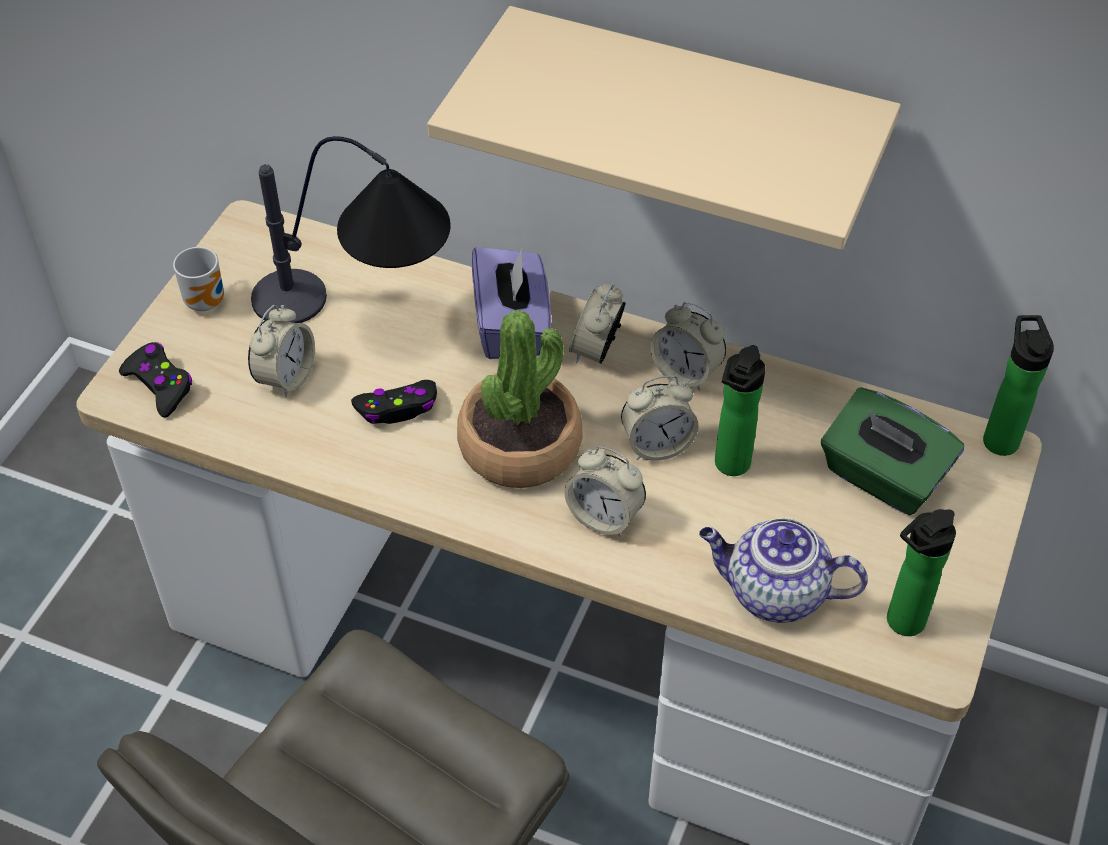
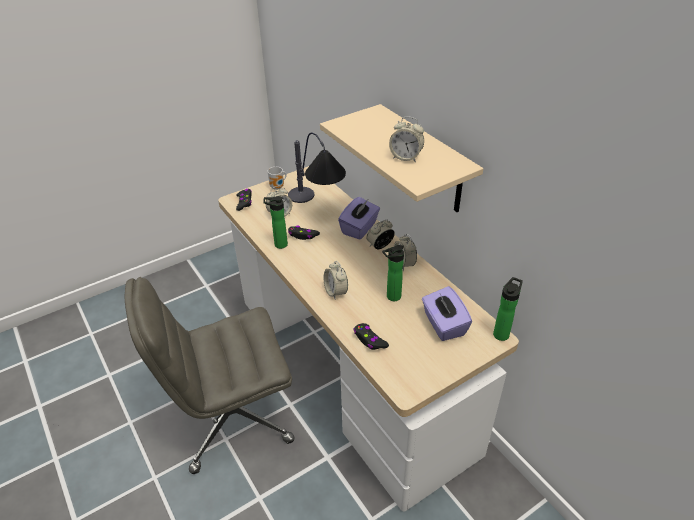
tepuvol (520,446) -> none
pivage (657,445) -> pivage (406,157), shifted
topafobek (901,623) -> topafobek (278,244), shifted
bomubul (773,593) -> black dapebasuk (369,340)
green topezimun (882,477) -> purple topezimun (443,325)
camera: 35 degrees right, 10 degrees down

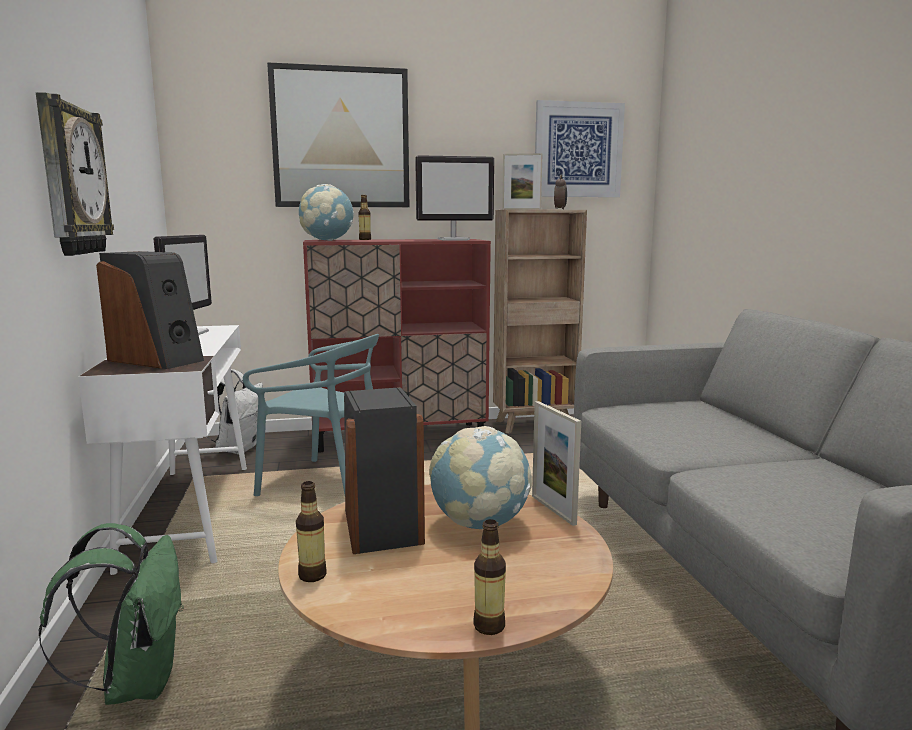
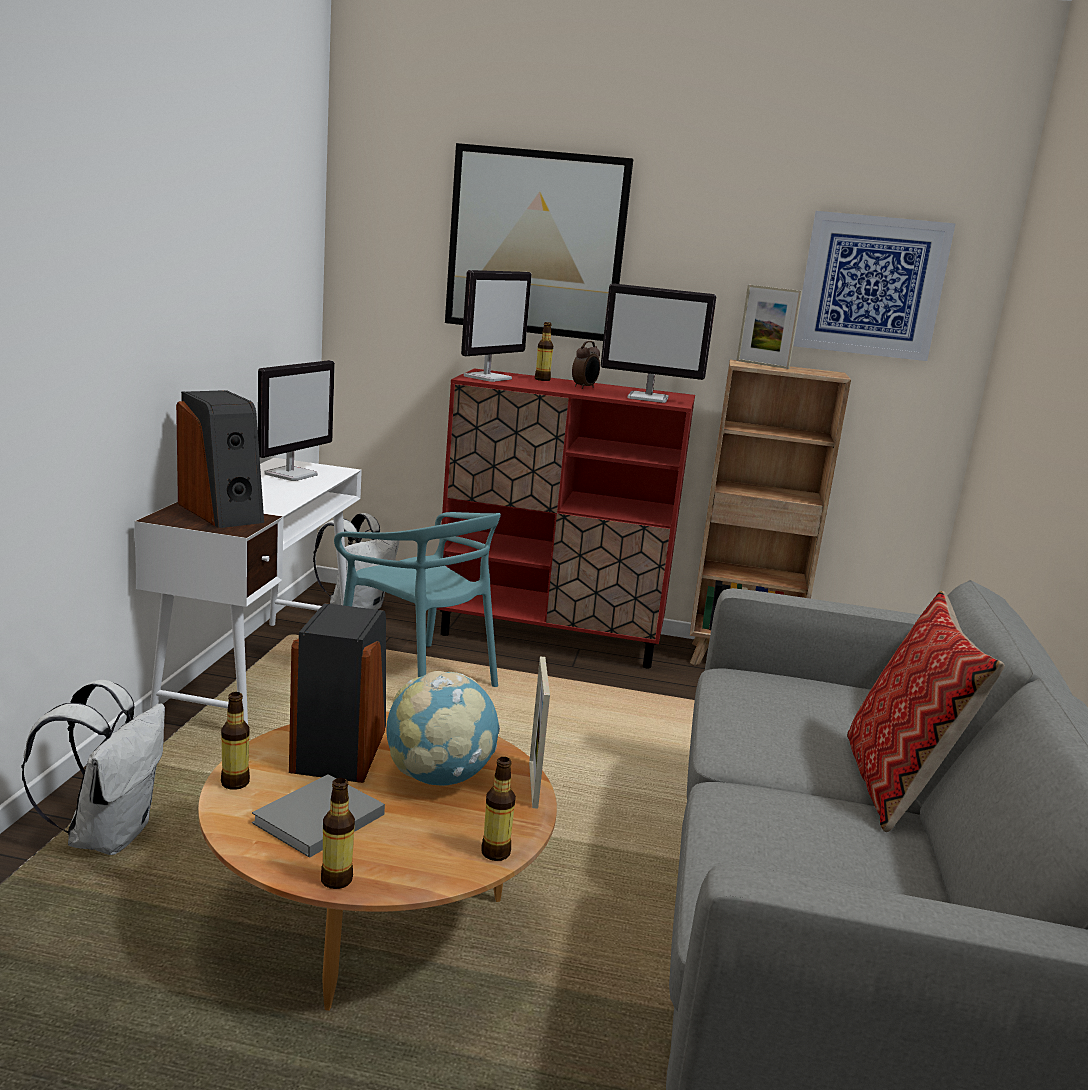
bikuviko (71,180) -> none
none -> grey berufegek (316,820)
none -> topafobek (495,853)
none -> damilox (896,785)
pivage (560,209) -> pivage (585,387), shifted
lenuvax (327,240) -> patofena (488,378)
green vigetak (136,682) -> white vigetak (108,834)
camera: 20 degrees right, 5 degrees up

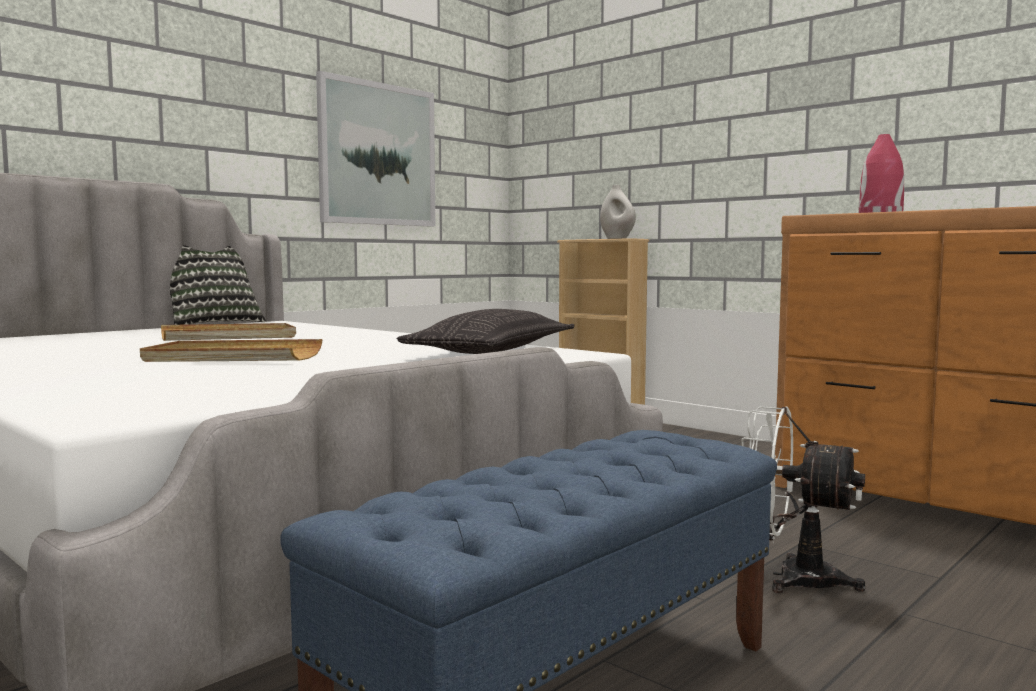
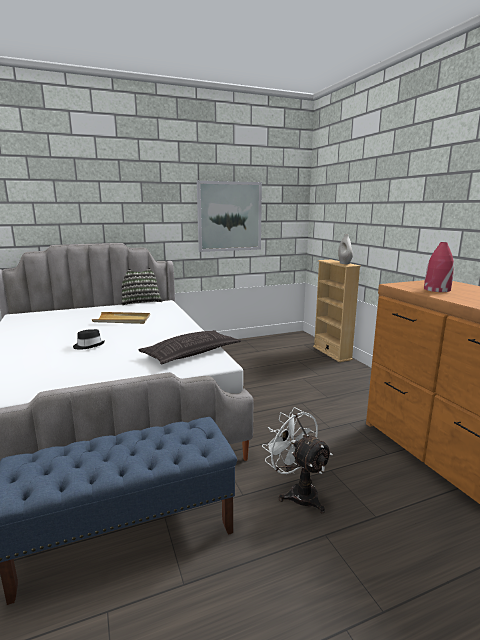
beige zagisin (233,357) -> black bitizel (89,345)
camera: 25 degrees right, 10 degrees up

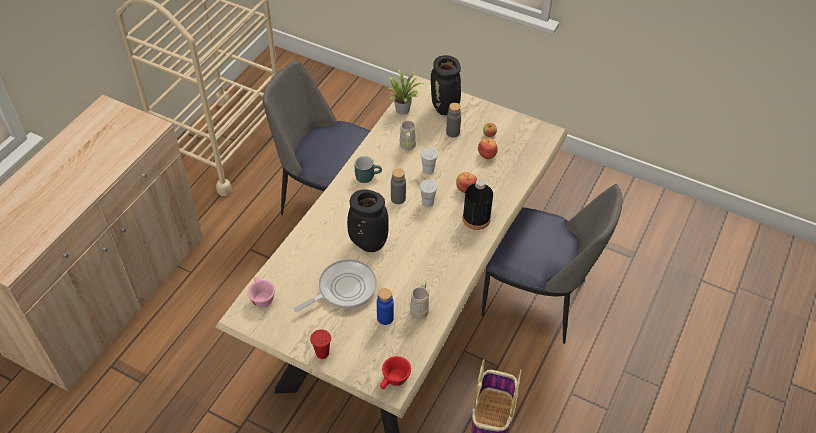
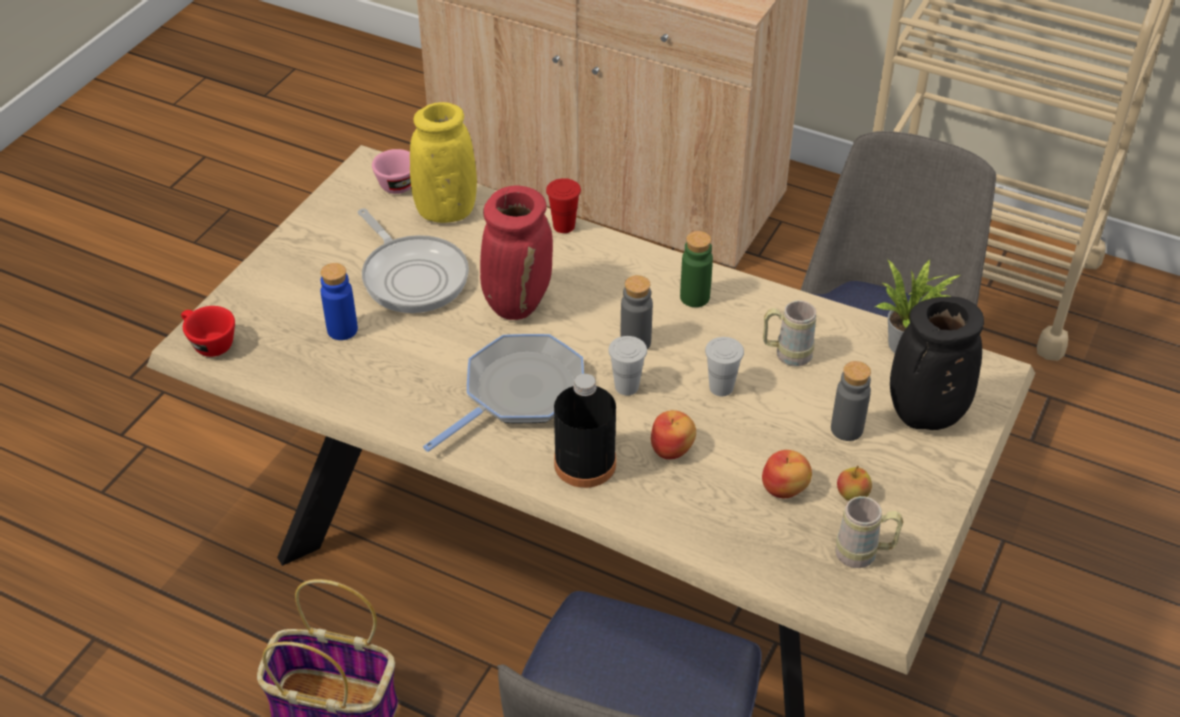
none -> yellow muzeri (446,211)
none -> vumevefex (519,393)
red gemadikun (322,353) -> red gemadikun (564,226), shifted
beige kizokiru (420,308) -> beige kizokiru (864,555), shifted
turquoise kizokiru (367,176) -> green topafobek (694,297)
black muzeri (367,243) -> red muzeri (517,302)
camera: 90 degrees right, 5 degrees down

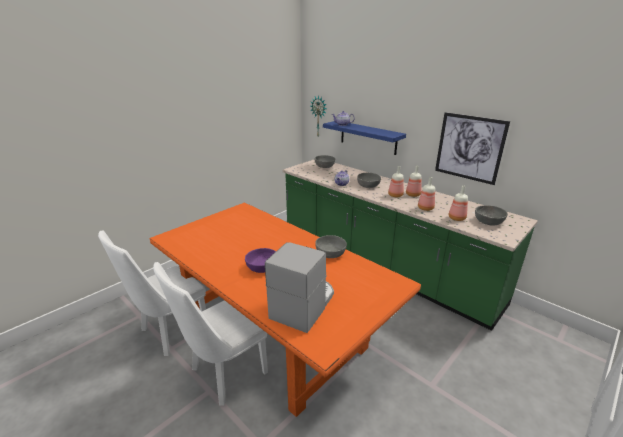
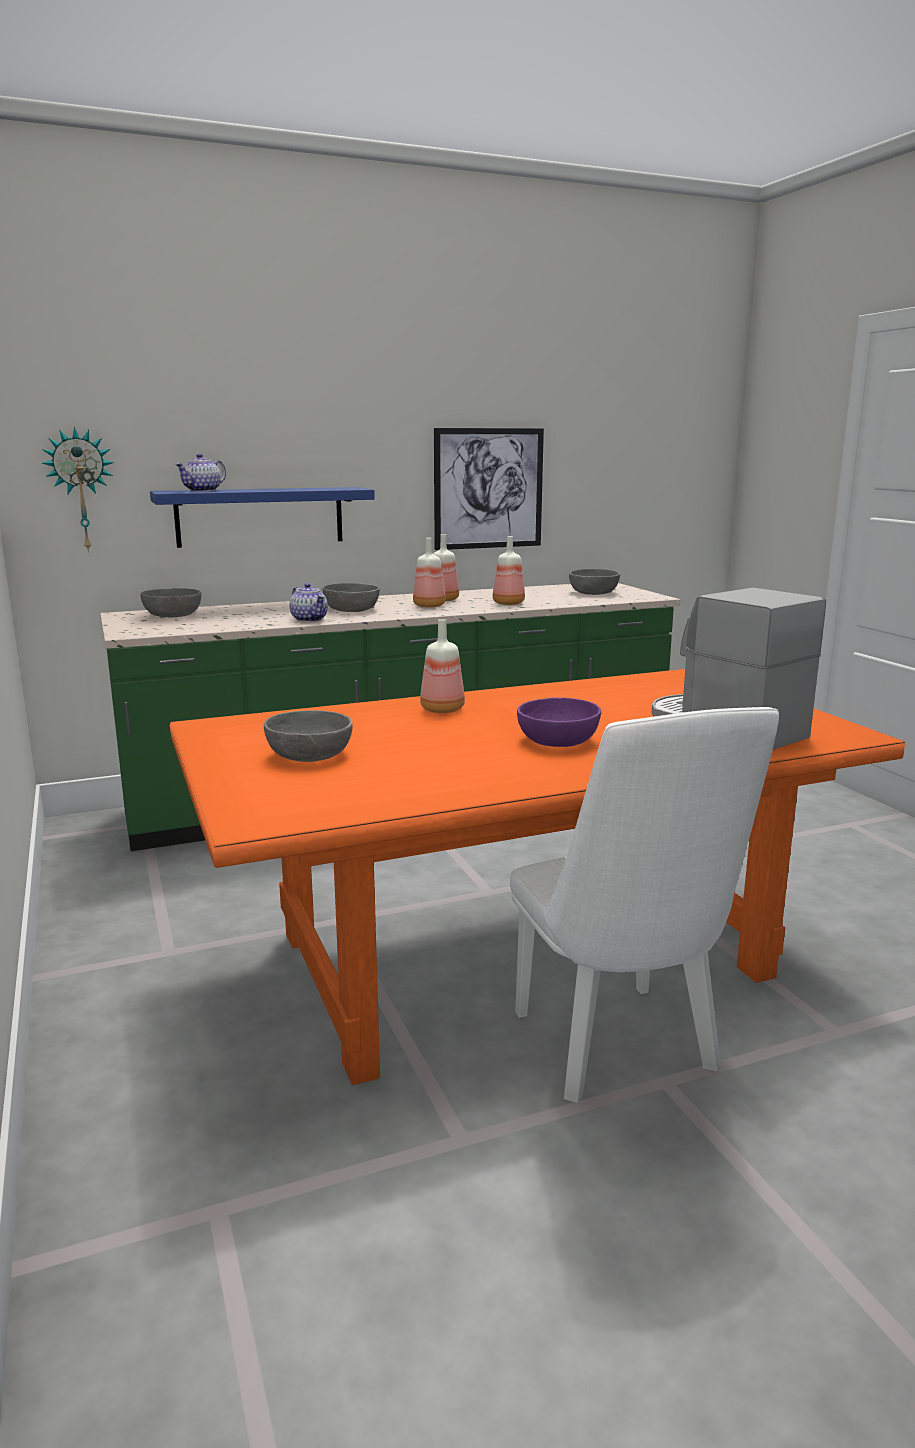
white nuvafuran (170,333) -> none
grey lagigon (330,253) -> grey lagigon (310,754), shifted
topafobek (456,218) -> topafobek (443,710), shifted
camera: 65 degrees left, 10 degrees down

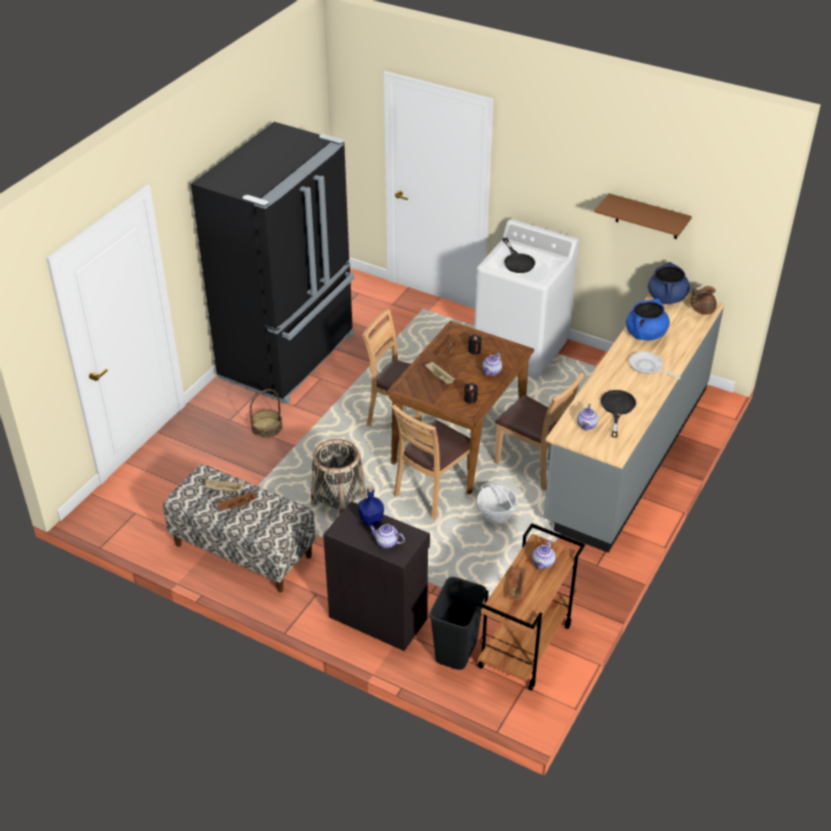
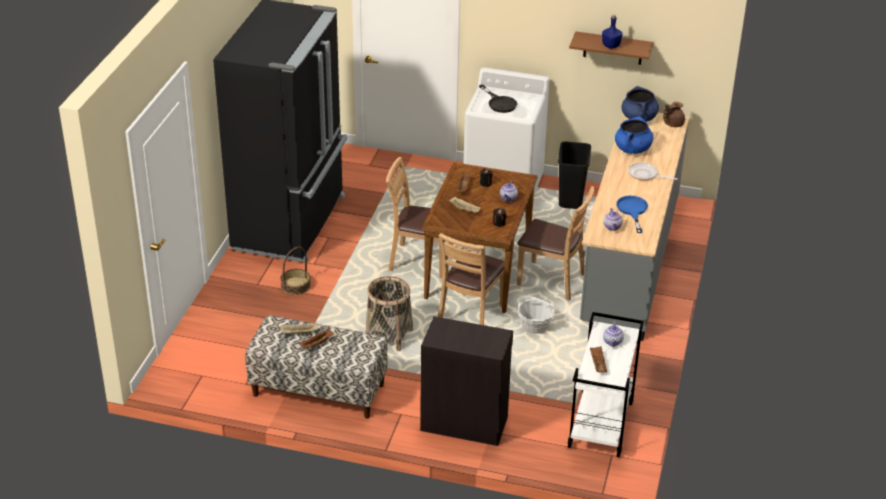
bomubul (386,542) -> none
blue topafobek (371,519) -> blue topafobek (611,45), shifted
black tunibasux (455,650) -> black tunibasux (570,200), shifted
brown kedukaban (525,648) -> white kedukaban (601,425)
black vumevefex (617,408) -> blue vumevefex (632,211)
camera: 15 degrees left, 5 degrees down

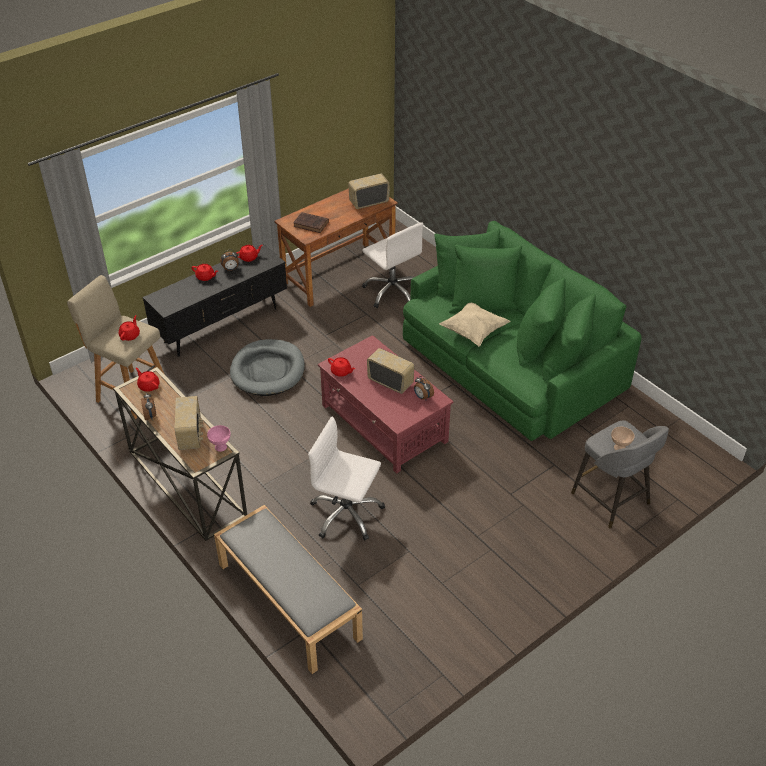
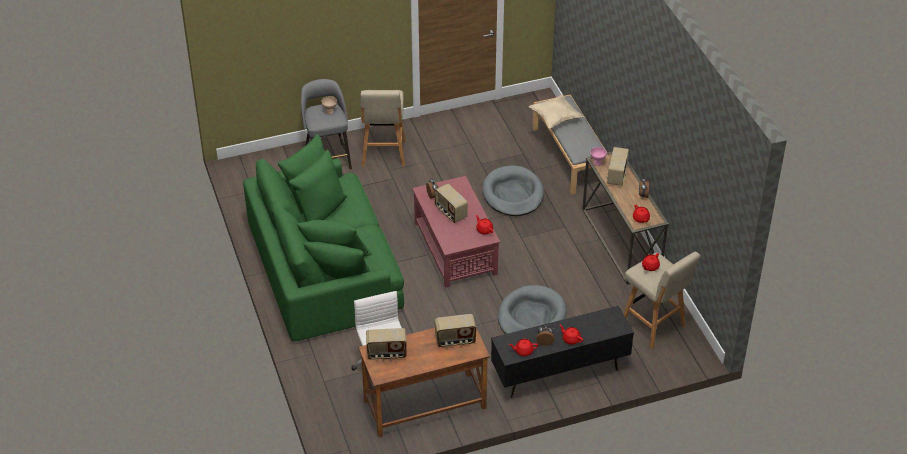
none -> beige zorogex (383,155)
beige damilox (473,332) -> beige damilox (555,118), shifted
brown berufegek (312,224) -> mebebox (455,340)
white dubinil (346,514) -> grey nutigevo (513,194)
camera: 160 degrees left, 0 degrees up

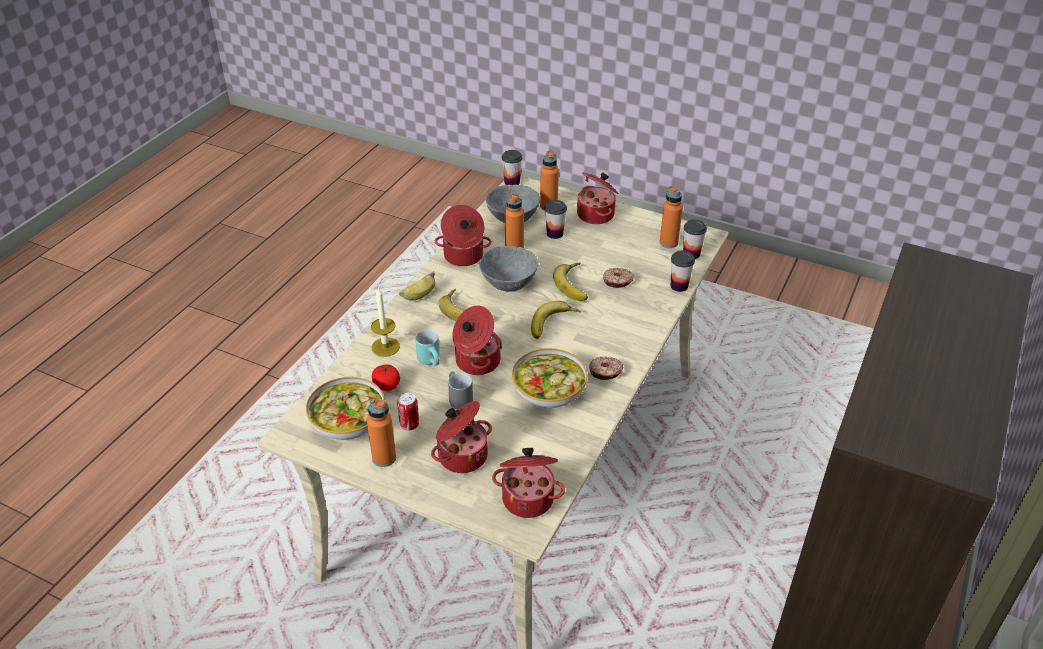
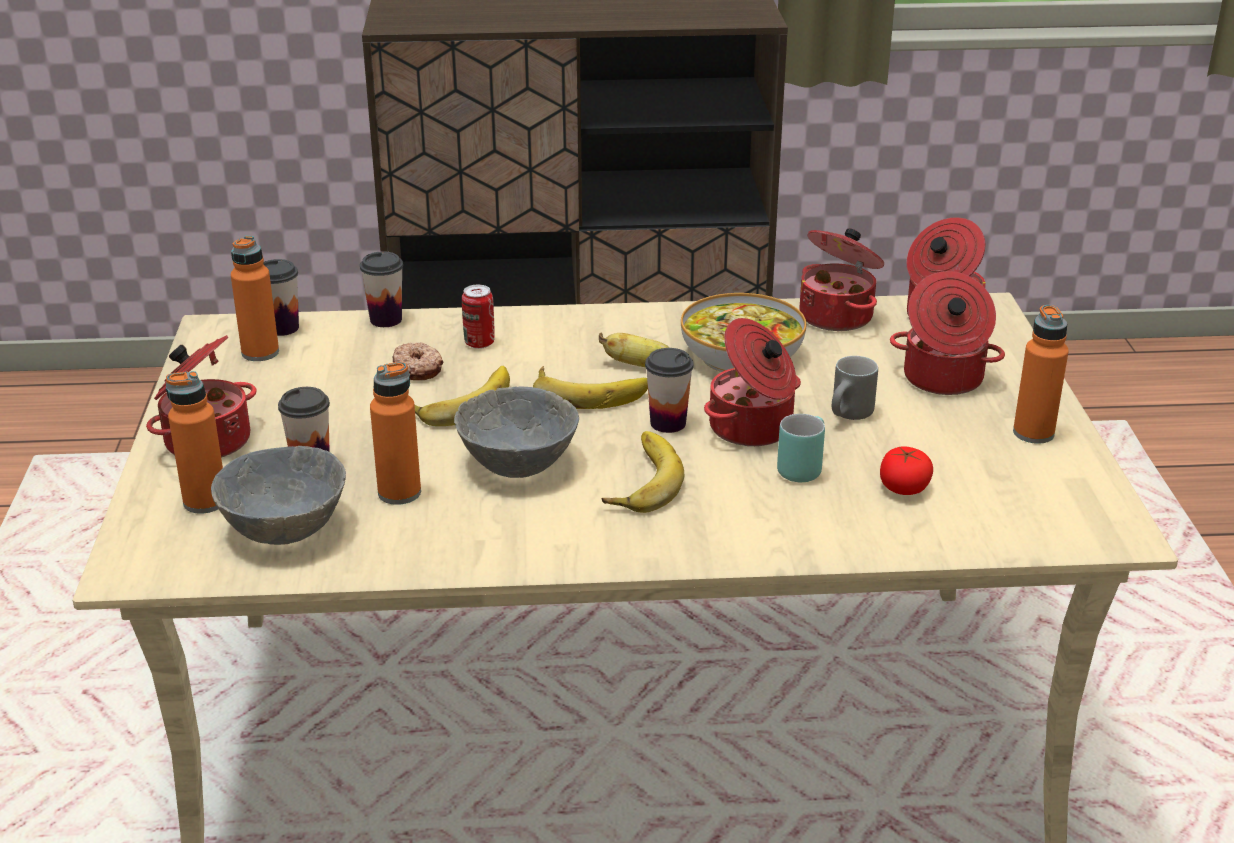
lagigon (347,421) -> none
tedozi (385,347) -> none
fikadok (605,372) -> none
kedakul (409,424) -> kedakul (479,343), shifted
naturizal (419,296) -> naturizal (639,366), shifted
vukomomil (463,256) -> vukomomil (837,316), shifted
gemadikun (512,182) -> gemadikun (668,423), shifted
camera: 120 degrees left, 10 degrees down

